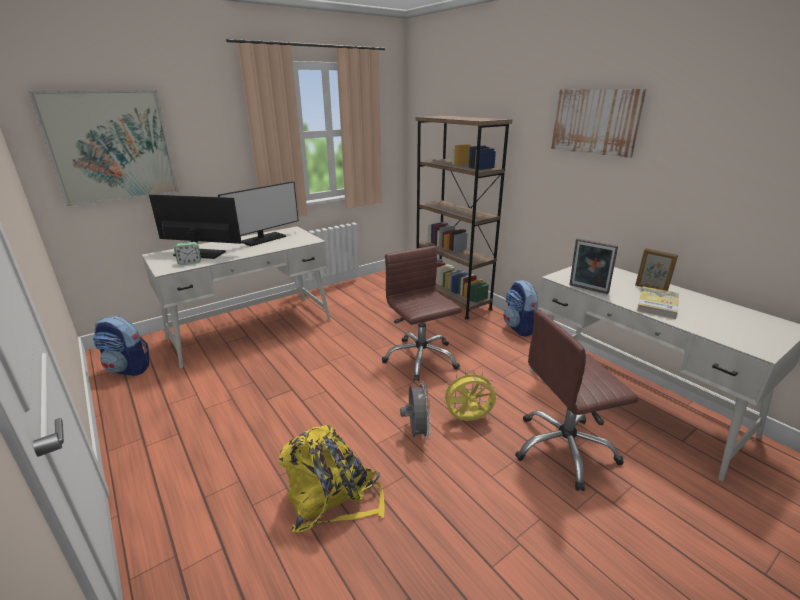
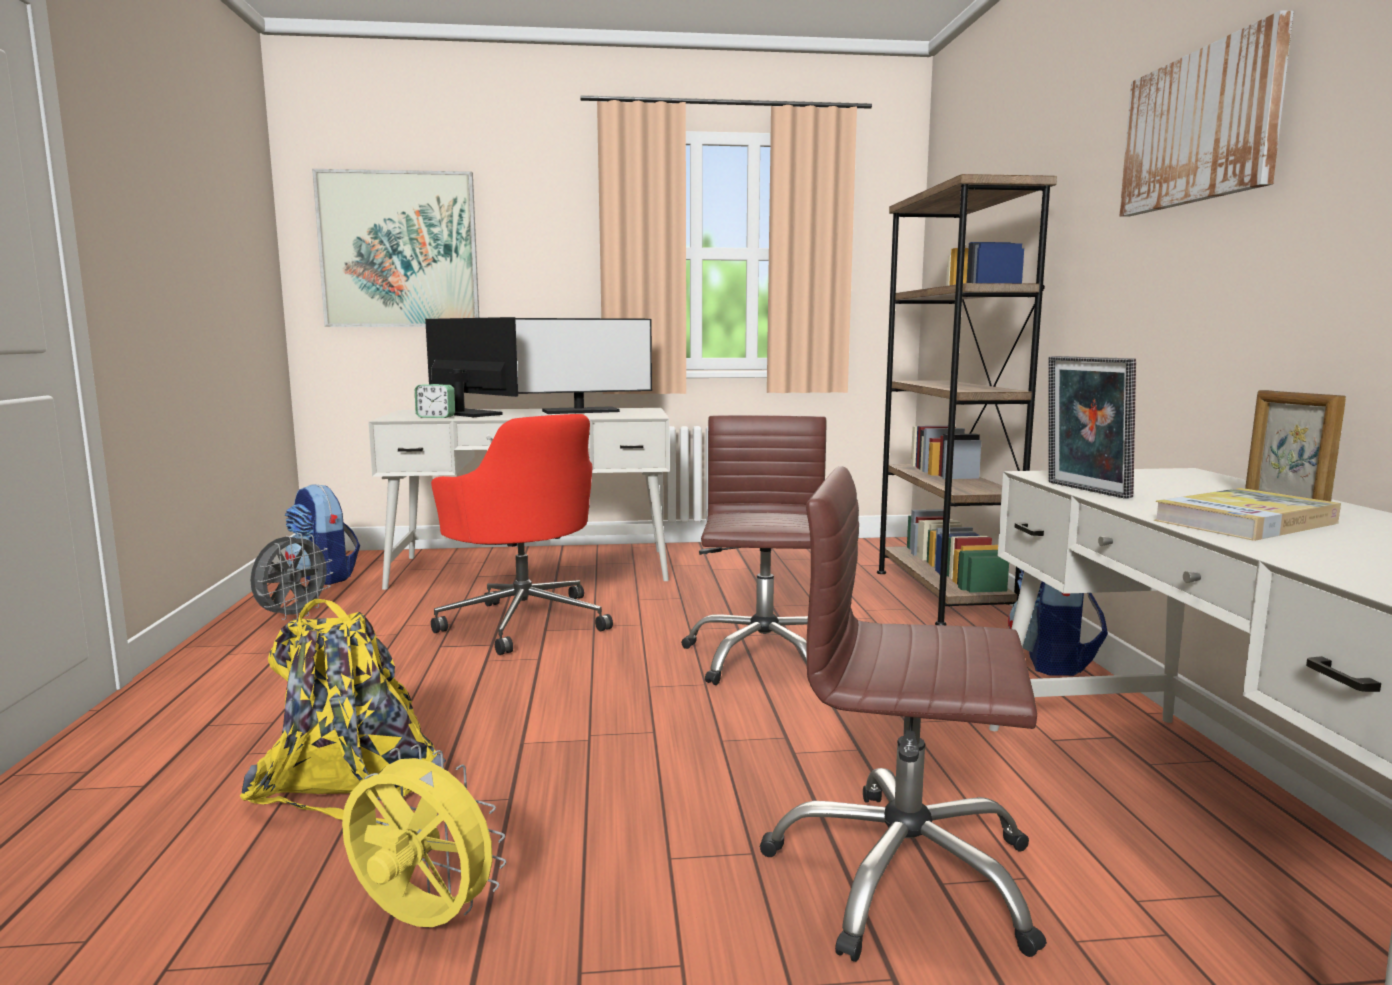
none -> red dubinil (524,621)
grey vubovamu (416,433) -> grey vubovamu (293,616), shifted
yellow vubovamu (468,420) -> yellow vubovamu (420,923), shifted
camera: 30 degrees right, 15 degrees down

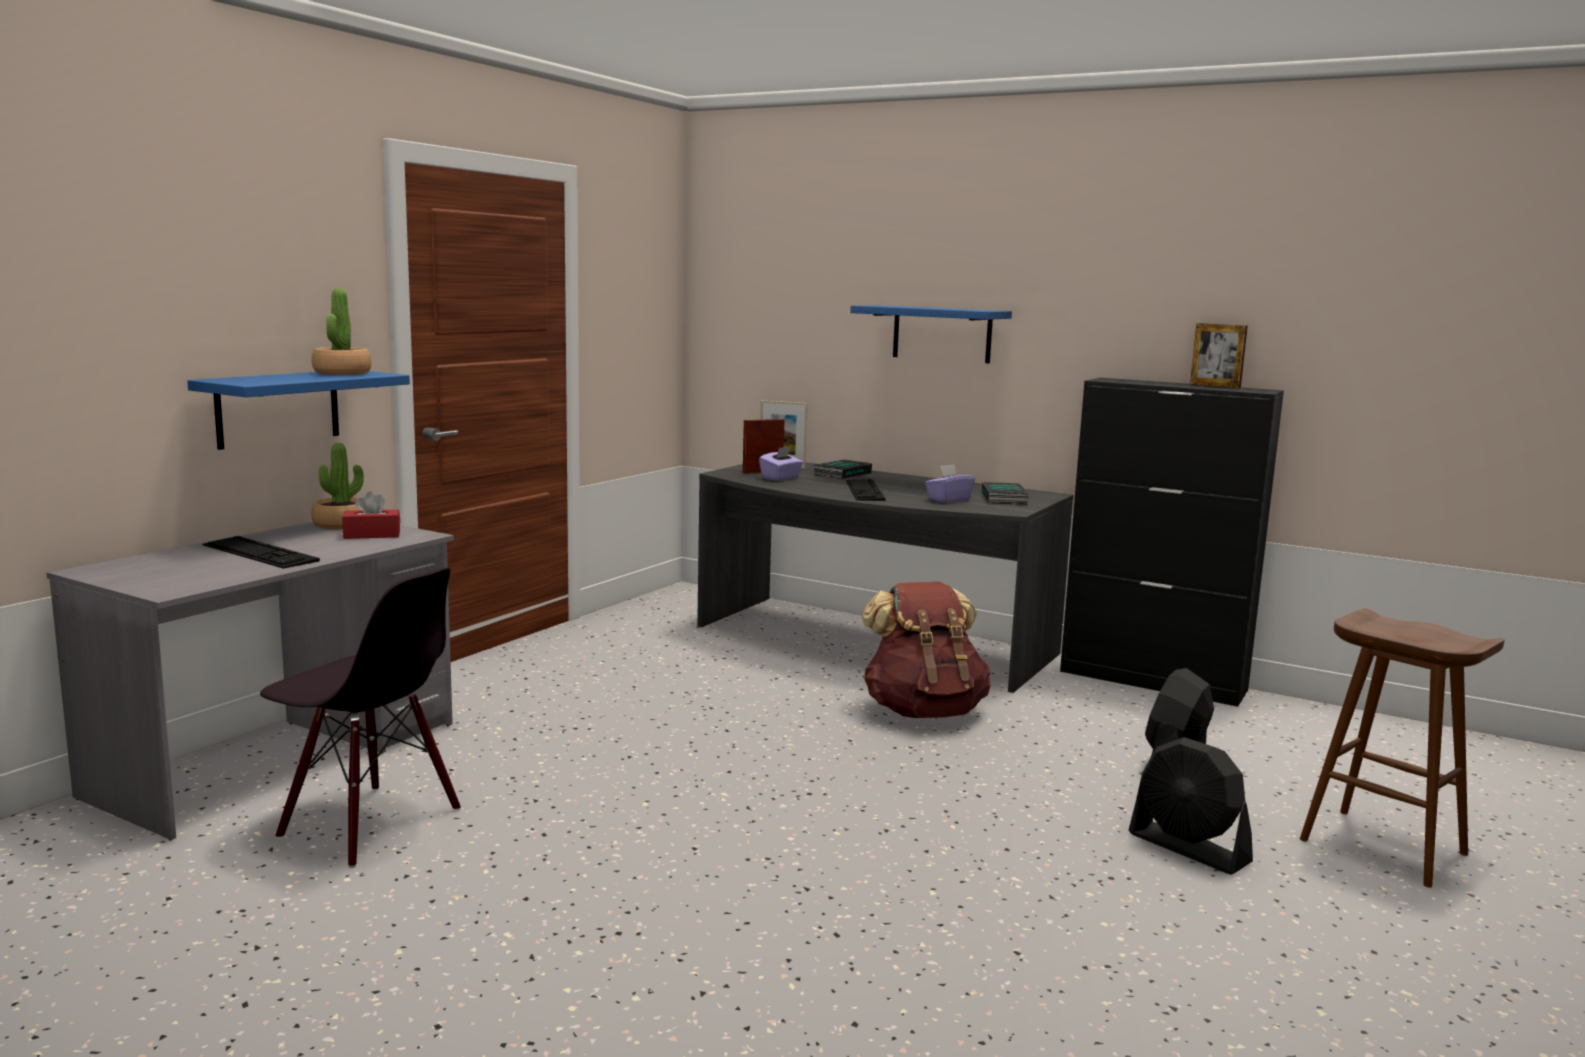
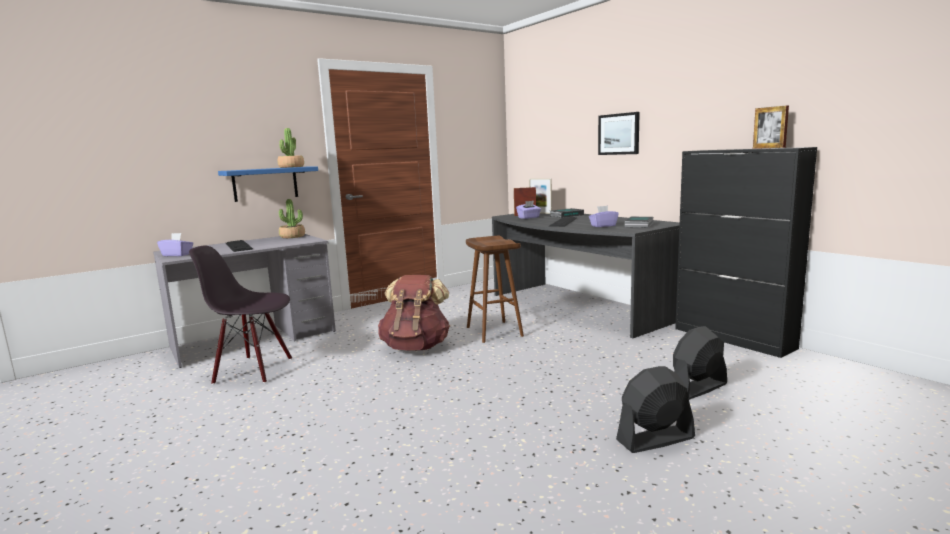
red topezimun (372,535) -> none
none -> purple topezimun (177,255)
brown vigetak (923,712) -> brown vigetak (416,347), shifted
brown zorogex (1380,846) -> brown zorogex (493,331), shifted
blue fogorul (942,334) -> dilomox (619,134)
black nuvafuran (369,824) -> black nuvafuran (254,370), 135 degrees clockwise
black vubovamu (1189,848) -> black vubovamu (655,439), 90 degrees clockwise
camera: 25 degrees right, 0 degrees up

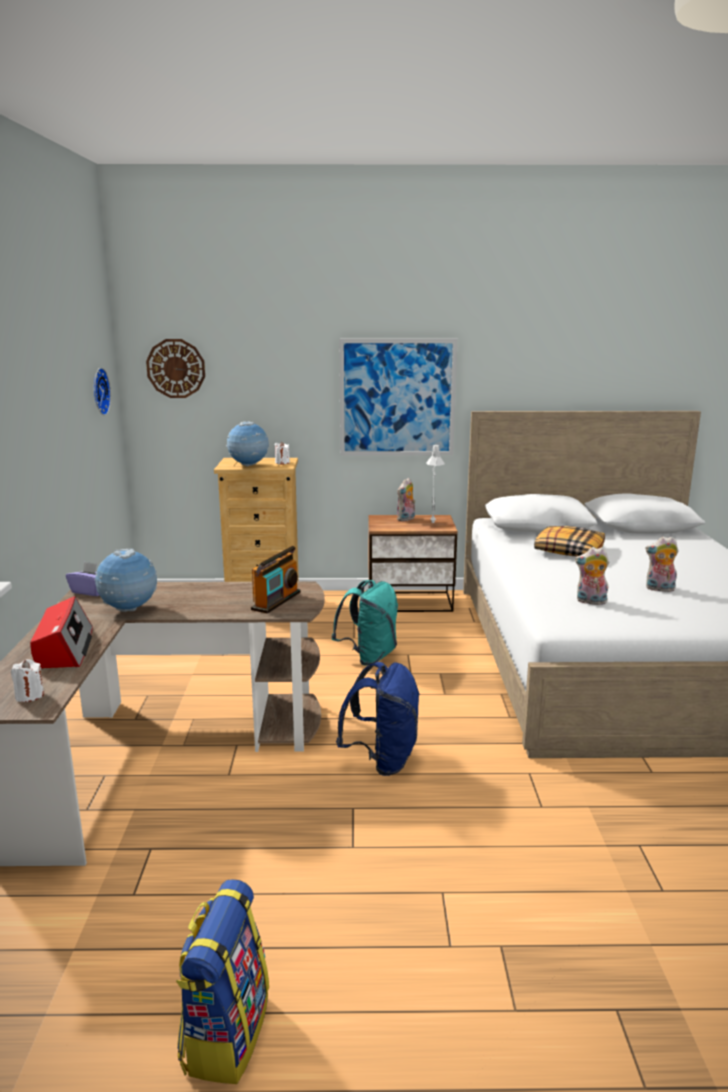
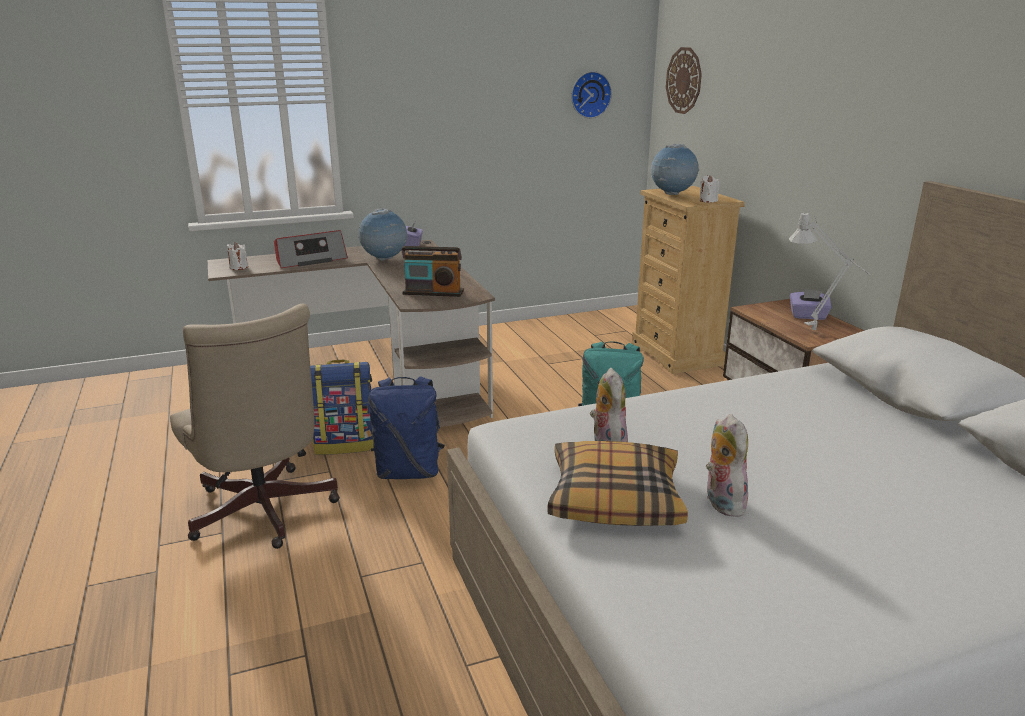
dilomox (397,398) -> none
none -> beige dubinil (263,515)
vigetak (225,1032) -> vigetak (345,444), shifted
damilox (568,550) -> damilox (615,497), shifted
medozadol (406,519) -> purple topezimun (808,316)
camera: 70 degrees right, 5 degrees up

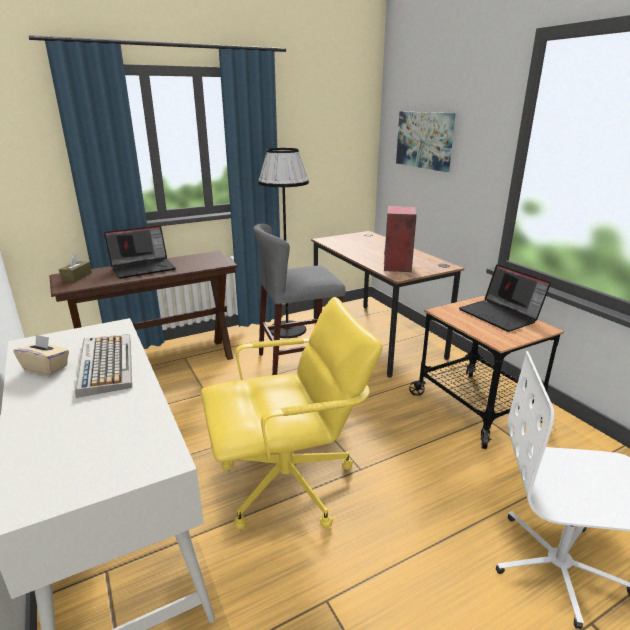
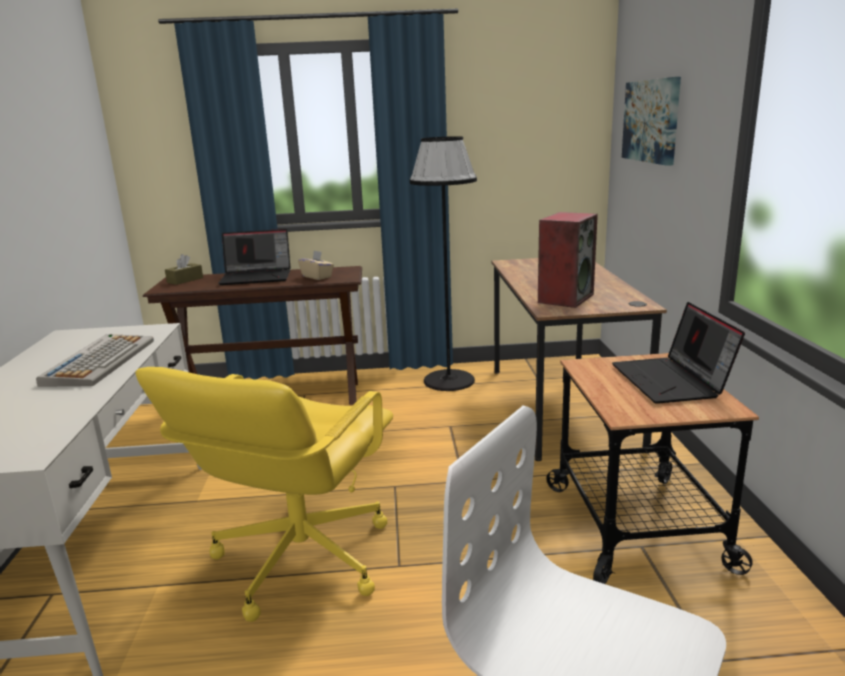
grey zorogex (298,362) -> none
beige topezimun (46,367) -> beige topezimun (317,277), shifted
yellow dubinil (289,484) -> yellow dubinil (299,559), 105 degrees clockwise
camera: 25 degrees right, 5 degrees down

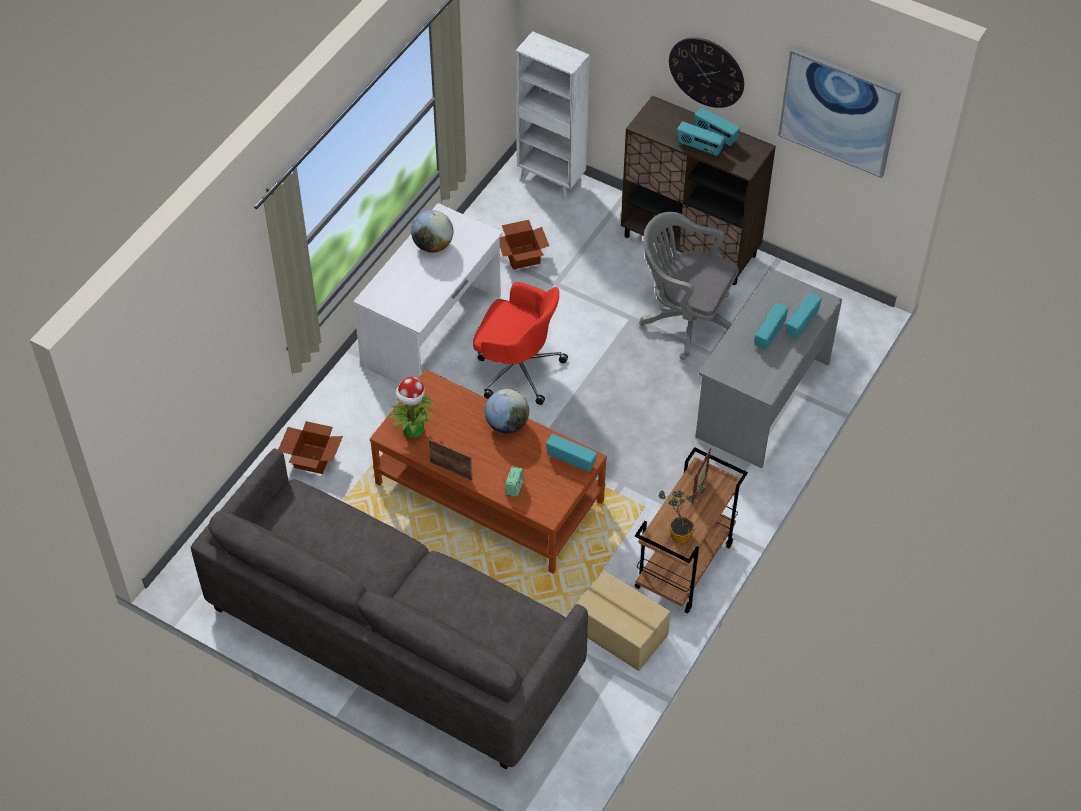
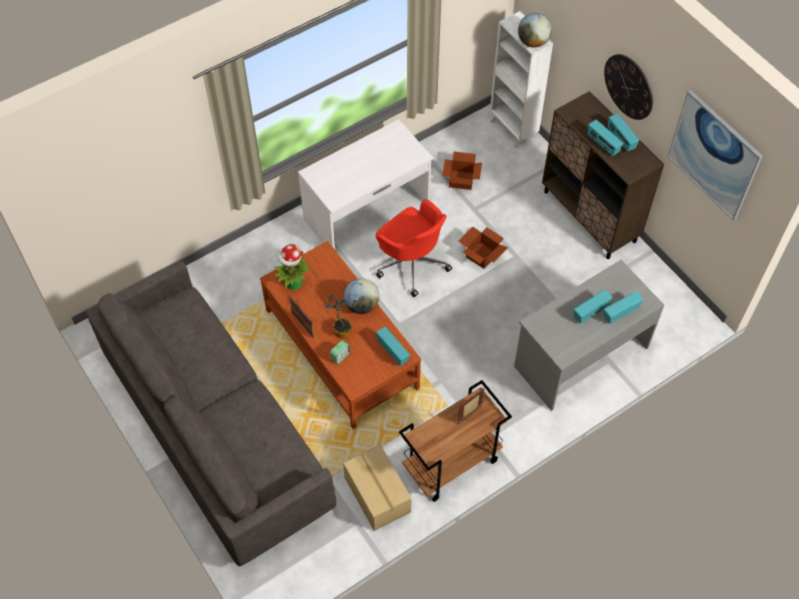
grey dubinil (685,319) -> none
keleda (312,458) -> keleda (481,254), shifted
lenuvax (433,245) -> lenuvax (533,42), shifted
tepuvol (678,532) -> tepuvol (342,329), shifted
camera: 25 degrees right, 5 degrees up

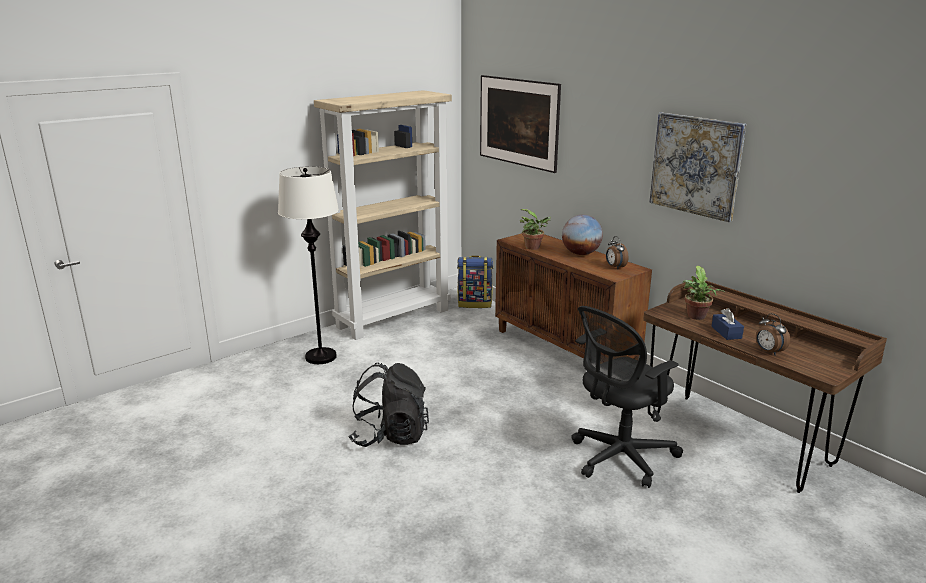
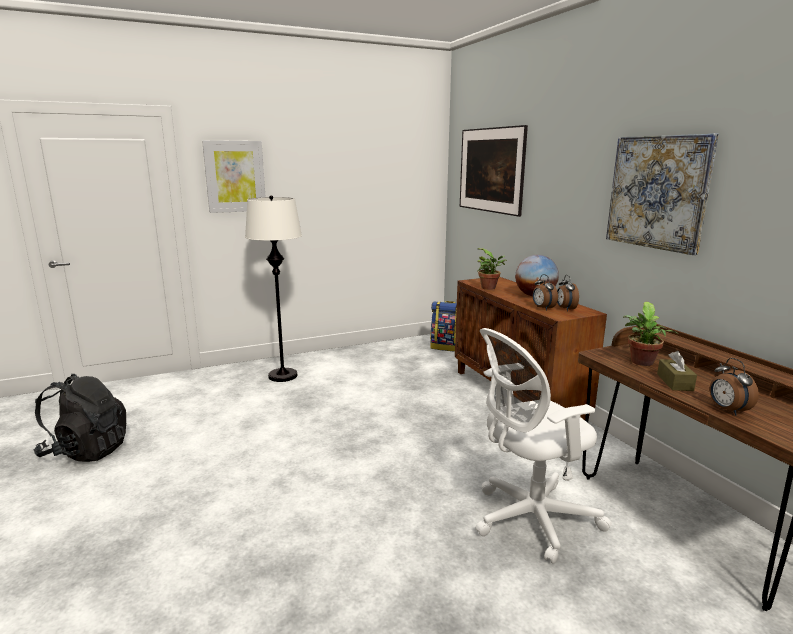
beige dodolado (393,318) -> none
none -> dilomox (235,176)
none -> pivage (542,308)
black vigetak (390,436) -> black vigetak (86,451), shifted
black dubinil (619,458) -> white dubinil (529,519)
blue topezimun (726,332) -> brown topezimun (674,382)
camera: 15 degrees right, 5 degrees down

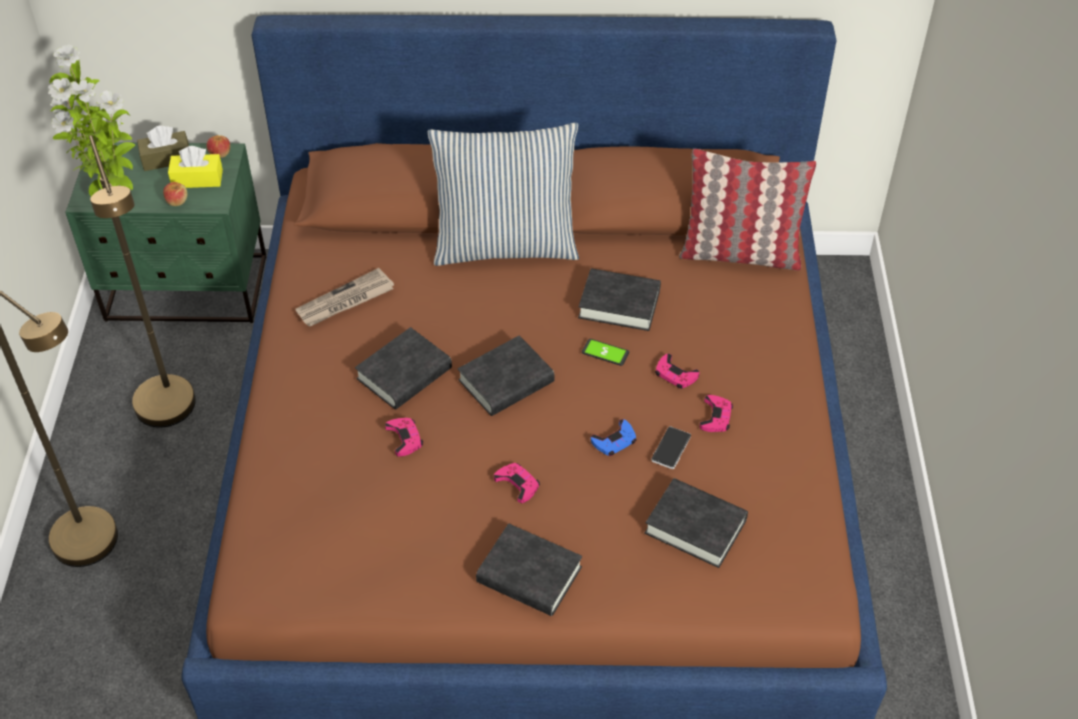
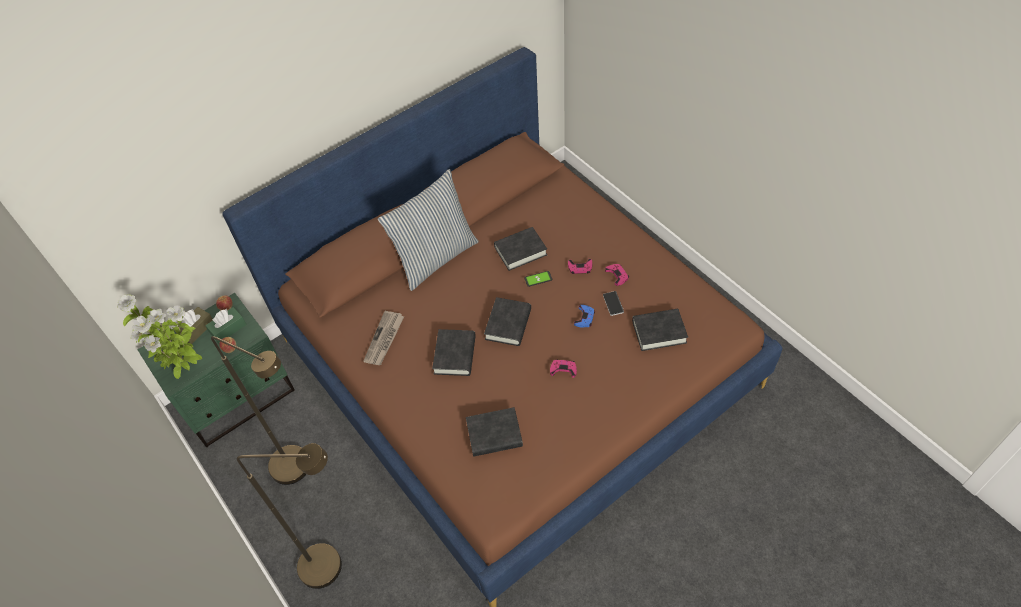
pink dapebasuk (404,438) -> none
damilox (740,253) -> none
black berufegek (529,575) -> black berufegek (494,435), shifted
yellow topezimun (197,179) -> green topezimun (228,329)
camera: 35 degrees left, 5 degrees up

